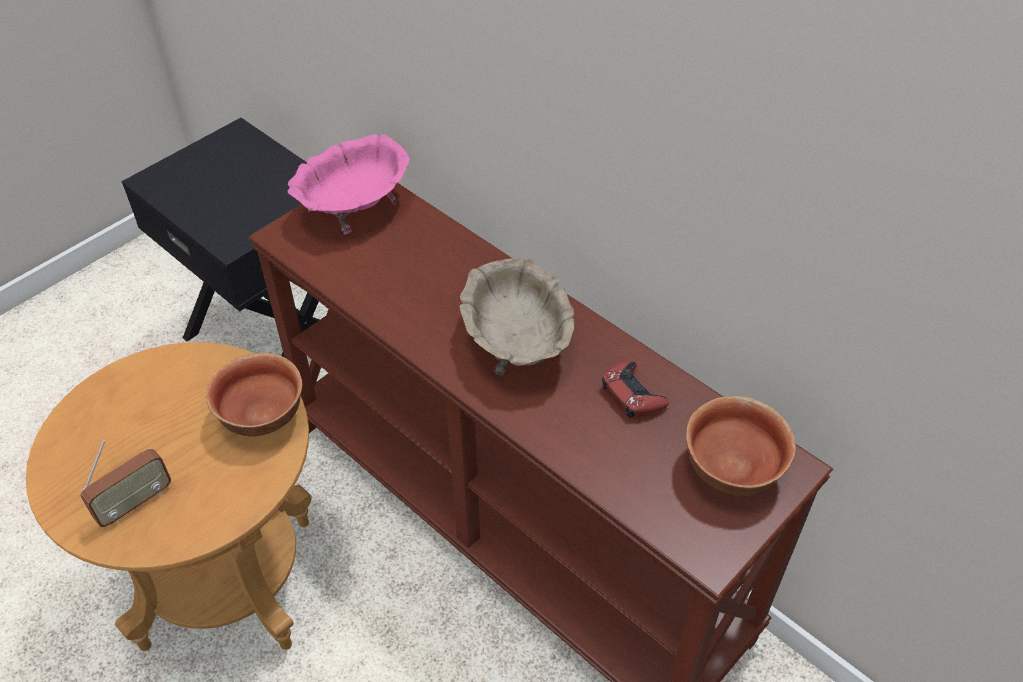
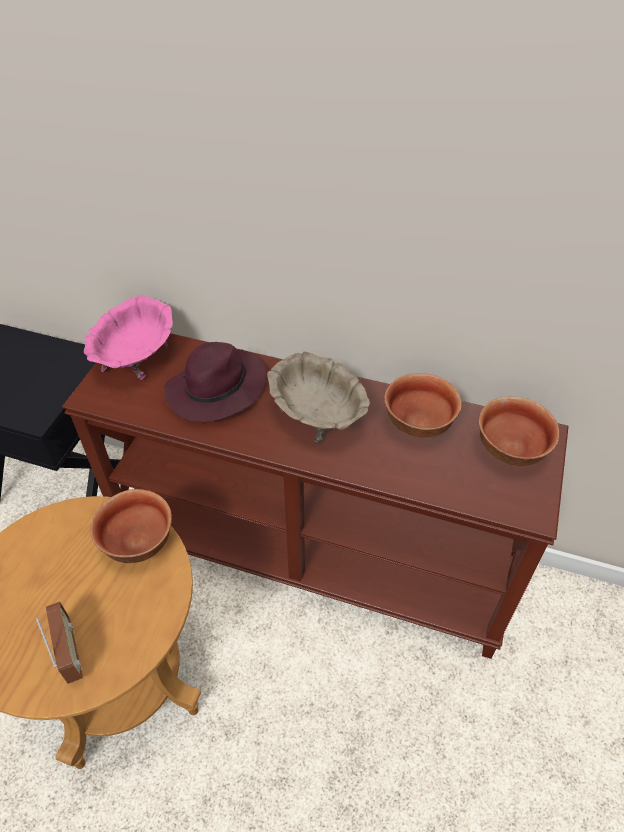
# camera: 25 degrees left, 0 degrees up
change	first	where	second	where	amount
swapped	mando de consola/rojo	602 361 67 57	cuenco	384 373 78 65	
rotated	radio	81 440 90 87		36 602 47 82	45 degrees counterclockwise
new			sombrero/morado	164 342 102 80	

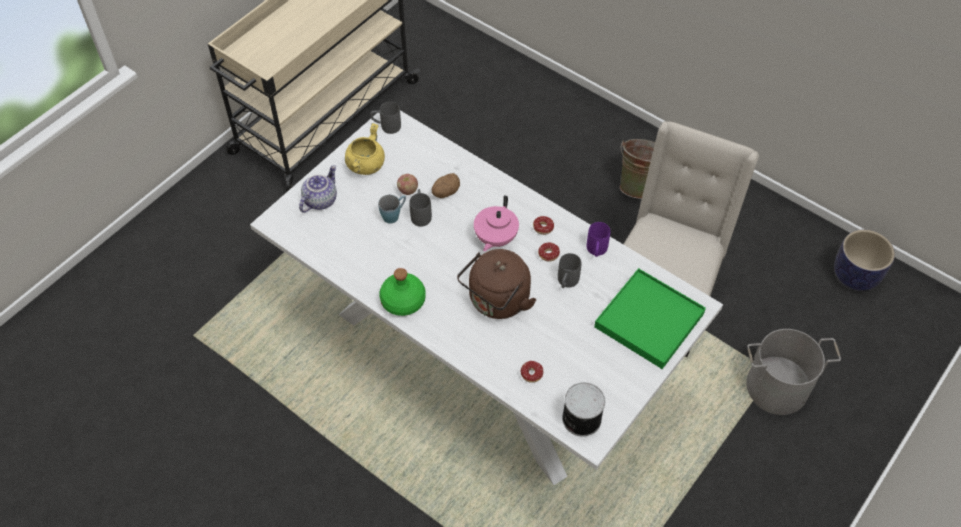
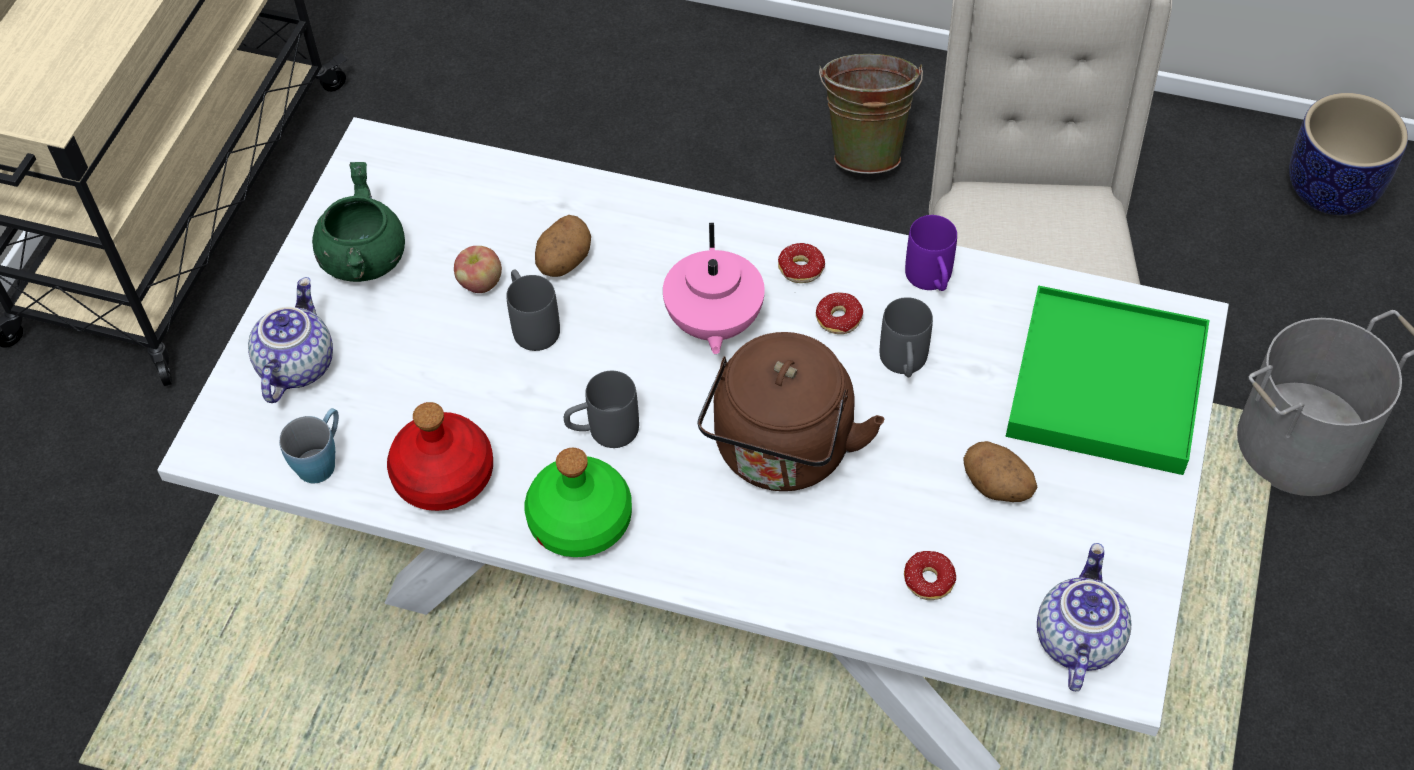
# camera: 20 degrees left, 0 degrees up
change	first	where	second	where	amount
shifted	taza grande/gris	370 102 31 32		564 371 75 77	
repainted	olla/amarillo	345 123 40 52	olla/verde	312 162 93 120	
shifted	taza grande/azul	378 195 28 28		279 408 60 75	
swapped	lata	562 382 43 55	tetera	1037 543 94 148	
new			botella/rojo	387 402 106 109	
new			patata	963 441 75 61	

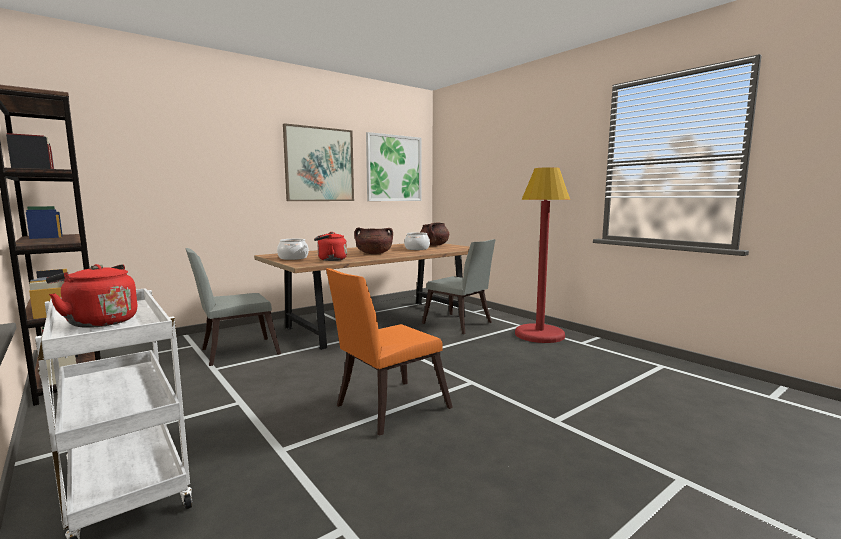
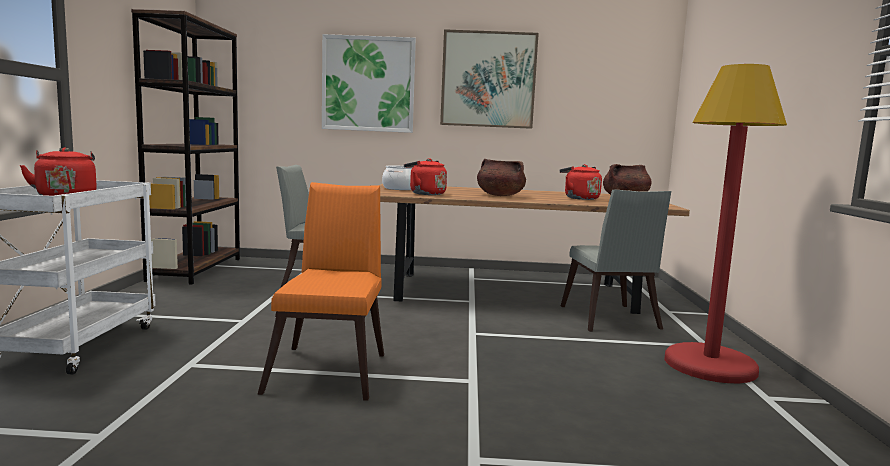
# camera: 40 degrees right, 0 degrees up
change	first	where	second	where	amount
shifted	cuadro	366 132 55 69		322 34 94 99	
swapped	olla	404 232 26 18	hervidor/rojo	560 164 42 36	
rotated	silla/naranja	326 268 127 168		258 182 126 219	90 degrees clockwise

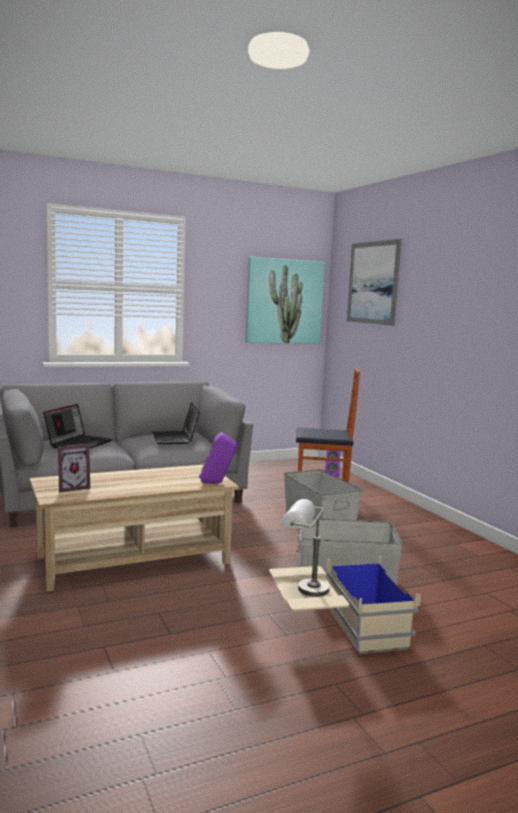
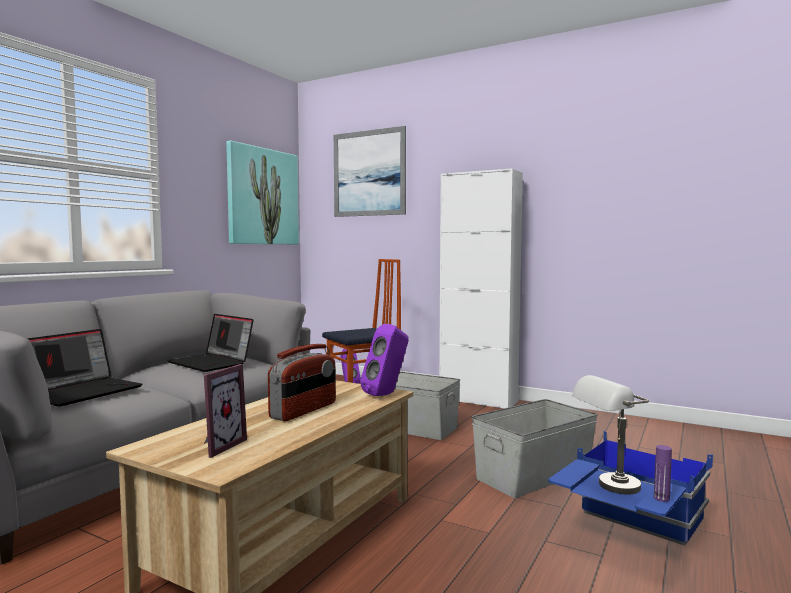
# camera: 35 degrees left, 5 degrees down
change	first	where	second	where	amount
rotated	portátil	43 404 69 44		27 329 115 78	45 degrees clockwise
repainted	caja de almacenaje/beis	269 556 152 98	caja de almacenaje/azul	548 431 165 115	
new			armario/blanco	439 168 84 240	
new			radio	268 344 68 77	
new			botella/morado	654 445 18 57	

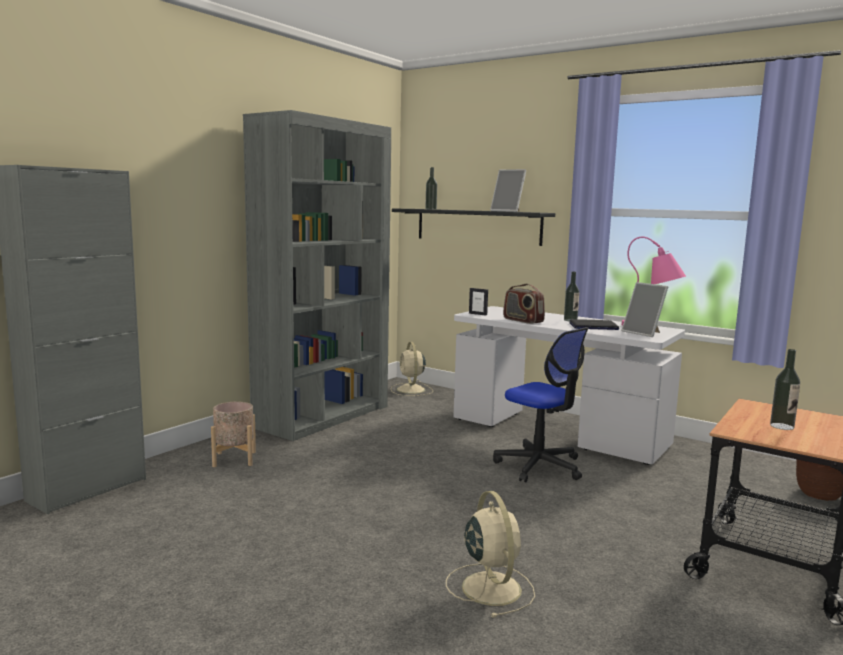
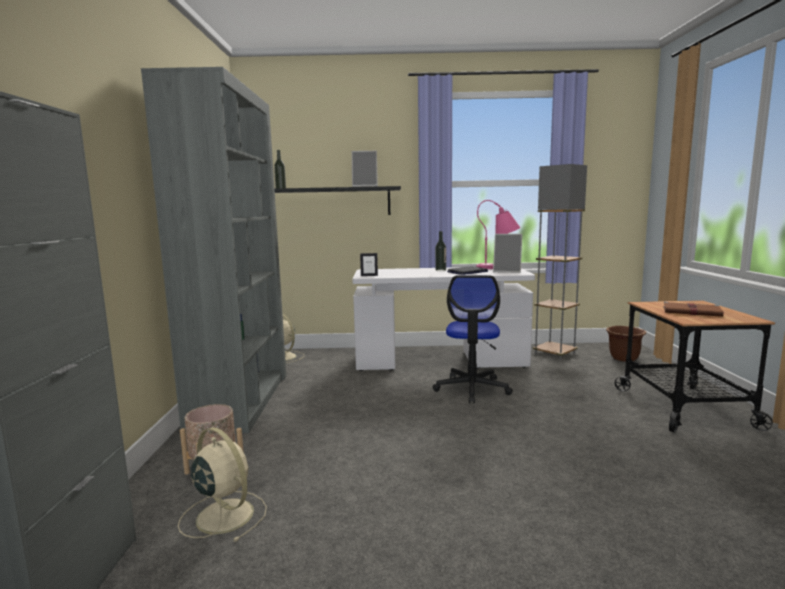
# camera: 35 degrees left, 0 degrees up
change	first	where	second	where	amount
gone	radio	503 284 42 40			
rotated	silla de oficina	493 327 95 155		433 275 80 128	90 degrees clockwise
swapped	botella	770 349 30 81	libro/marrón	663 302 61 15	
shifted	ventilador/beis	446 491 89 127		178 427 89 115	
new			lámpara de pie/gris	533 164 54 196	

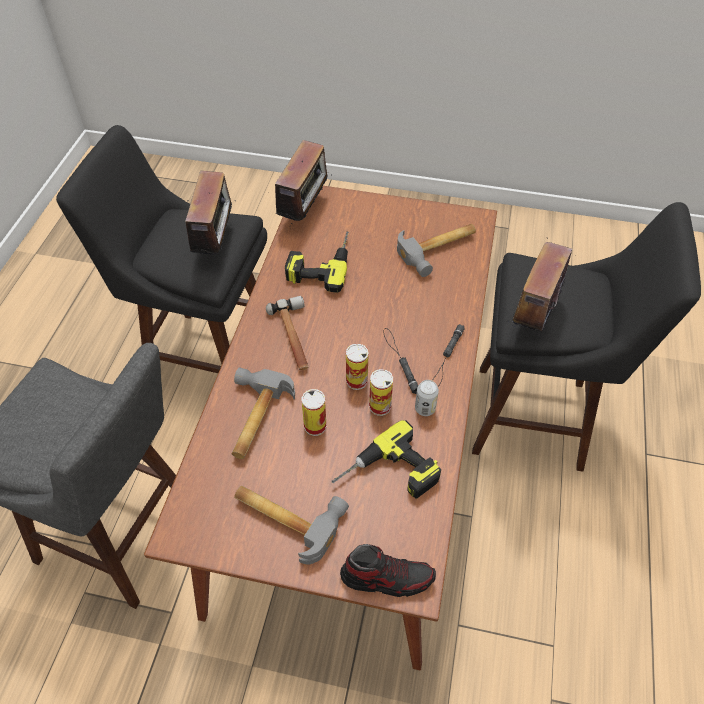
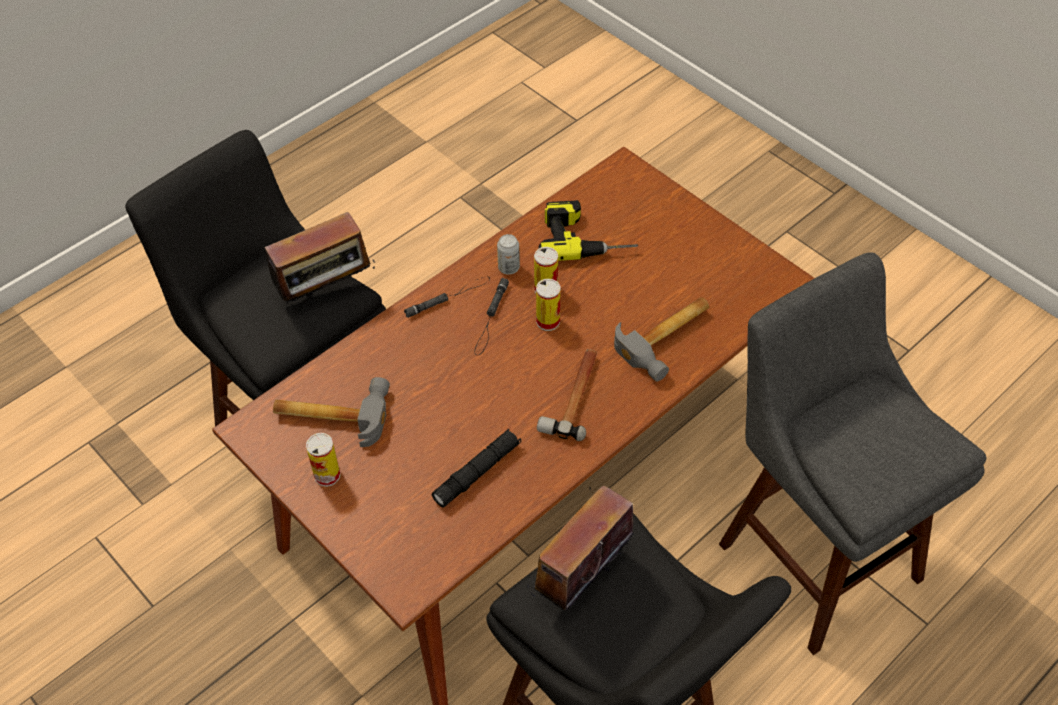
# camera: 145 degrees left, 0 degrees up
change	first	where	second	where	amount
gone	radio	275 140 57 89			
swapped	taladro	285 232 64 61	linterna/negro	432 429 89 79	
shifted	lata	302 389 25 47		306 433 35 54	
gone	martillo	234 486 115 79			
gone	zapato	340 544 96 53			

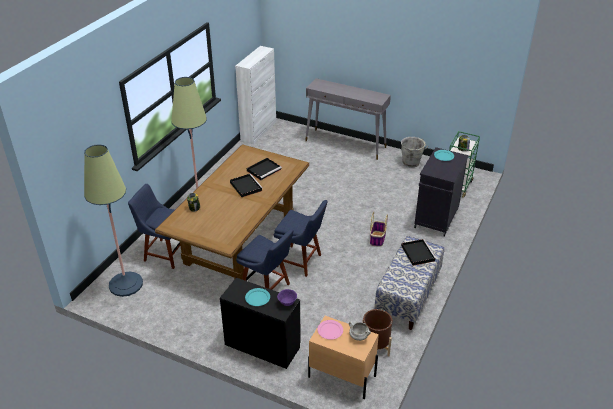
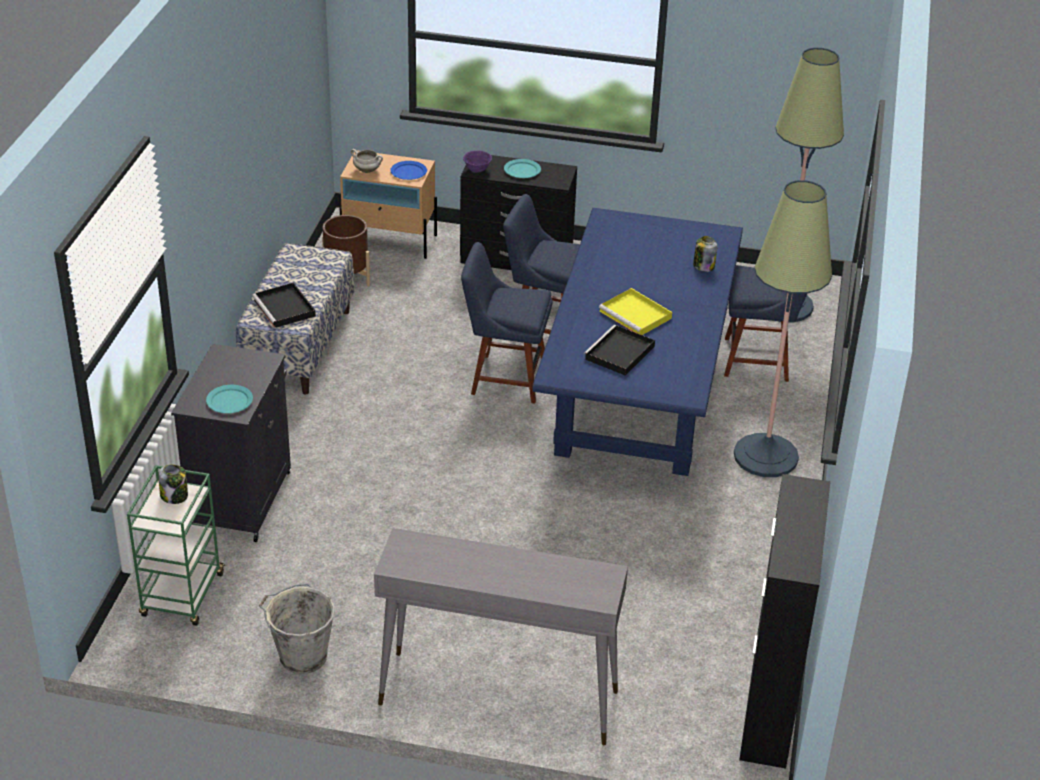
# camera: 165 degrees right, 0 degrees up
change	first	where	second	where	amount
repainted	armario/blanco	235 46 41 98	armario/negro	739 474 91 295	
repainted	mesa de comedor/marrón	155 144 154 136	mesa de comedor/azul	533 208 210 268	
repainted	bandeja/negro	230 174 33 23	bandeja/amarillo	599 288 73 47	
gone	cesta	370 212 18 35			
repainted	plato/rosa	317 320 26 20	plato/azul	390 161 37 19	

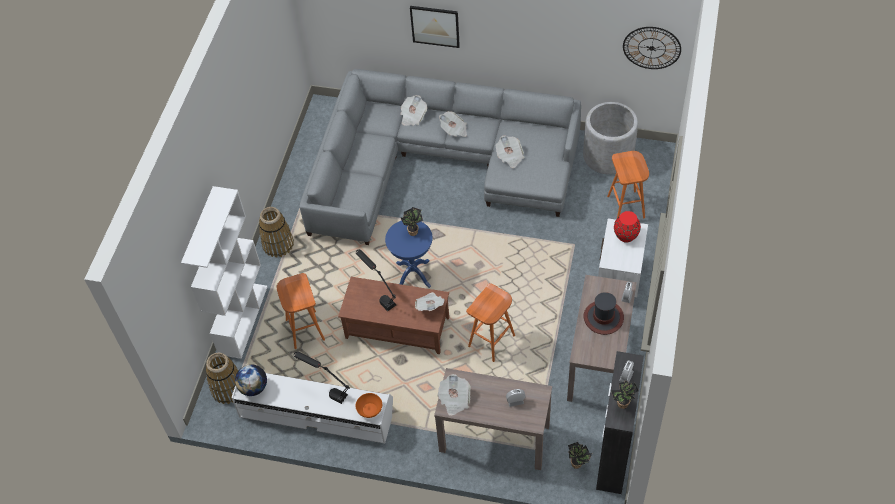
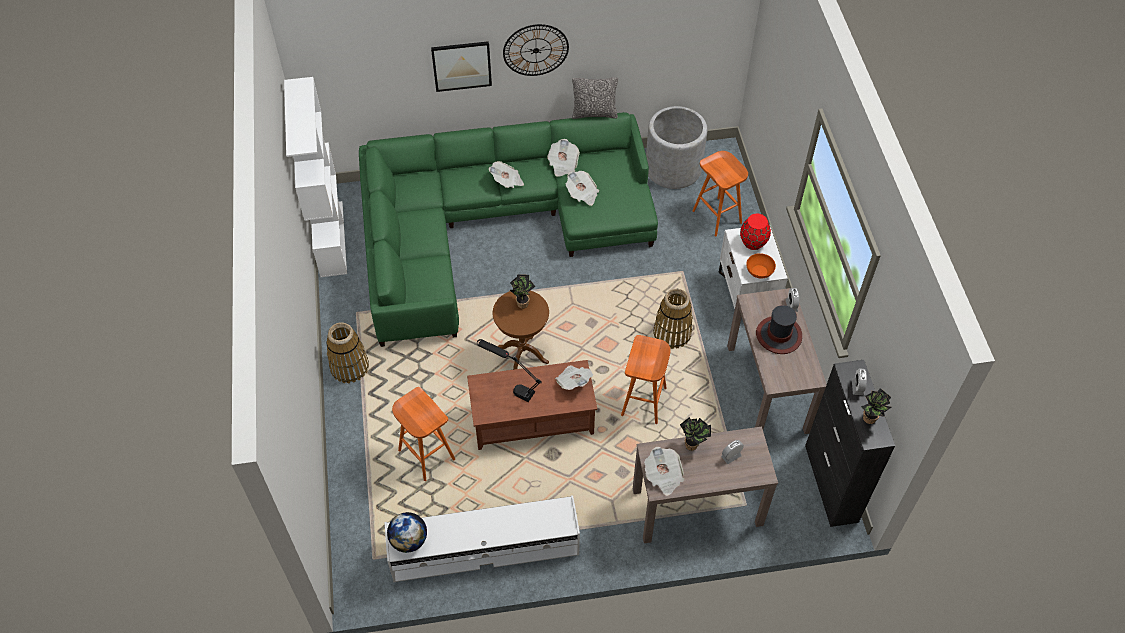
# camera: 25 degrees left, 0 degrees up
change	first	where	second	where	amount
shifted	reloj de pared	623 27 58 42		503 24 66 52	
repainted	sofá/gris	299 69 282 176	sofá/verde	359 112 299 235	
shifted	periódico	400 95 27 31		547 139 33 38	
shifted	estantería/blanco	181 186 87 173		284 77 63 200	
repainted	mesa auxiliar/azul	385 221 48 67	mesa auxiliar/marrón	493 291 56 79	
gone	lámpara de mesa/negro	294 351 56 53			
shifted	cesta	206 353 32 51		653 289 40 60	
shifted	cuenco/naranja	356 393 26 25		746 253 30 25	
shifted	planta en maceta	568 442 24 27		680 417 31 34	
new			cojín	572 77 46 42	

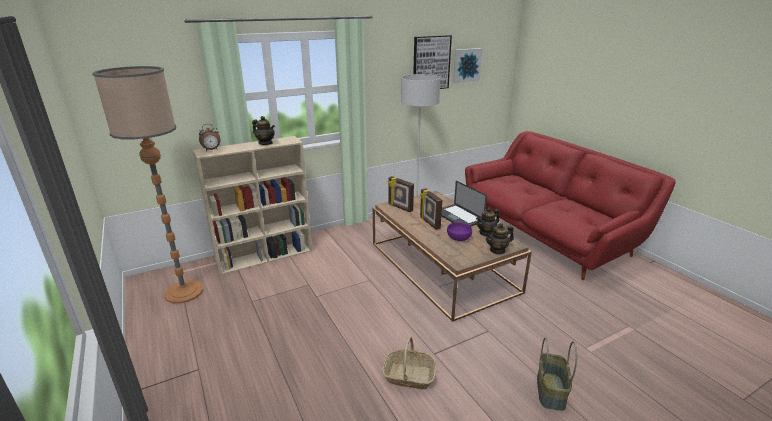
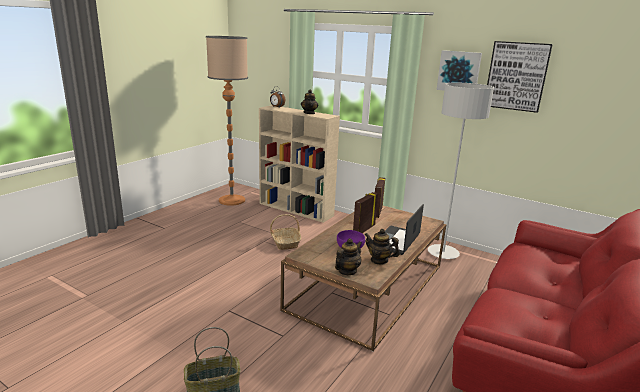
# camera: 60 degrees right, 5 degrees down
change	first	where	second	where	amount
shifted	cuadro	453 48 30 35		437 50 45 41	
rotated	tetera	485 223 29 31		335 238 27 37	90 degrees clockwise
shifted	cesta	382 336 54 54		270 214 31 36	

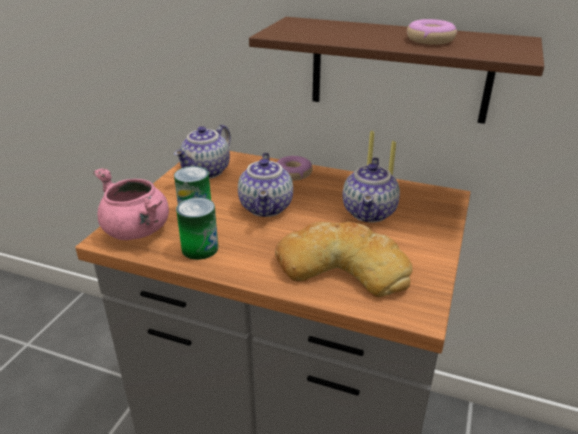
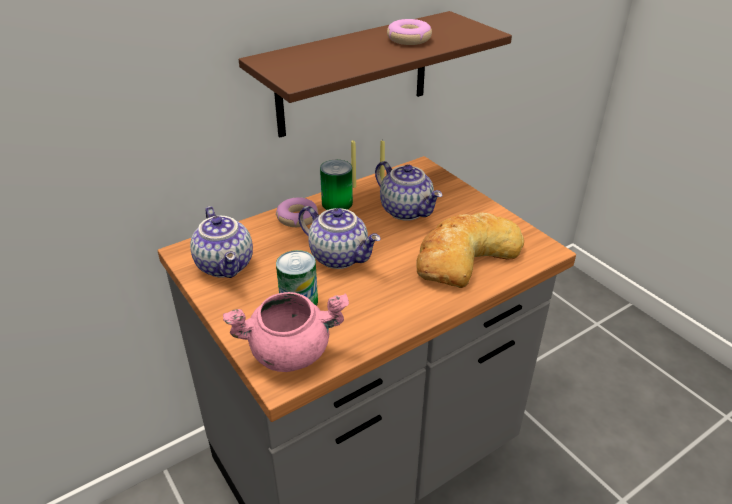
# camera: 55 degrees left, 5 degrees up
change	first	where	second	where	amount
shifted	lata	176 198 42 62		320 160 33 50	

